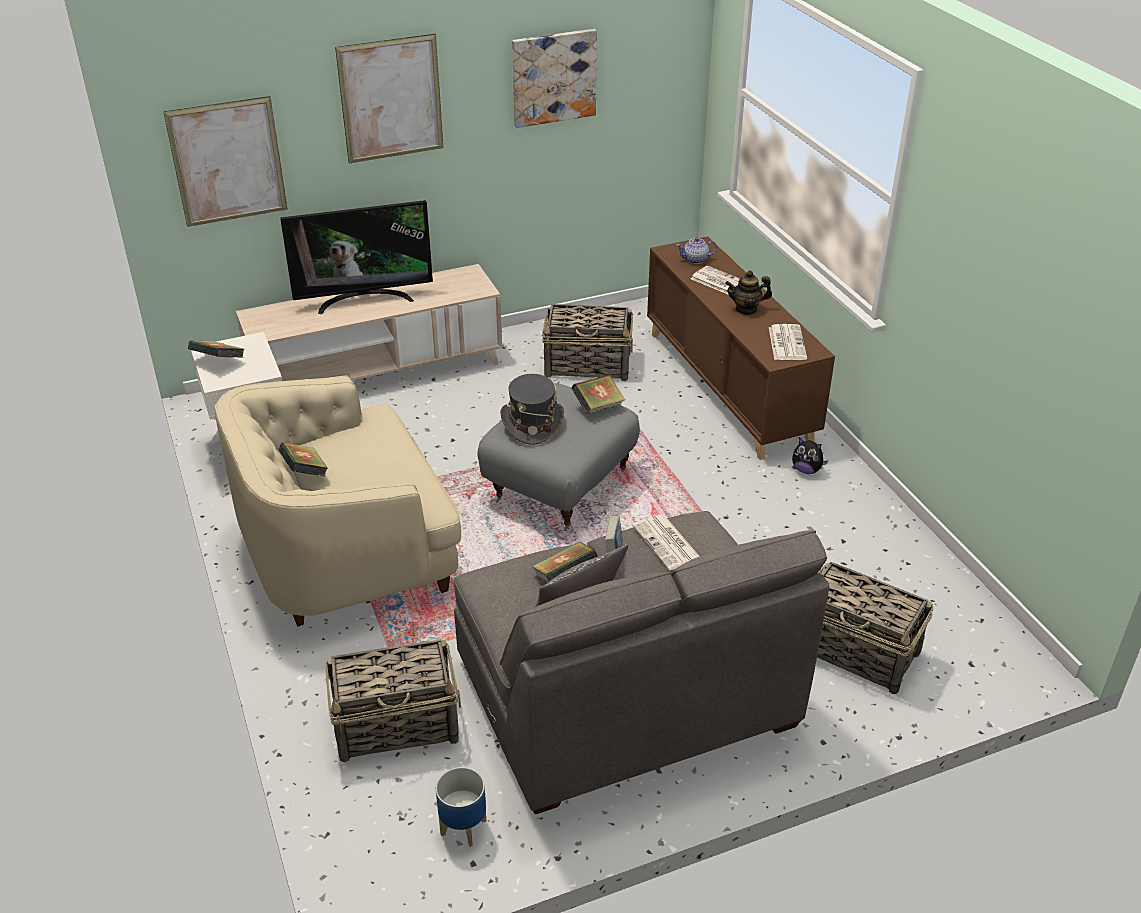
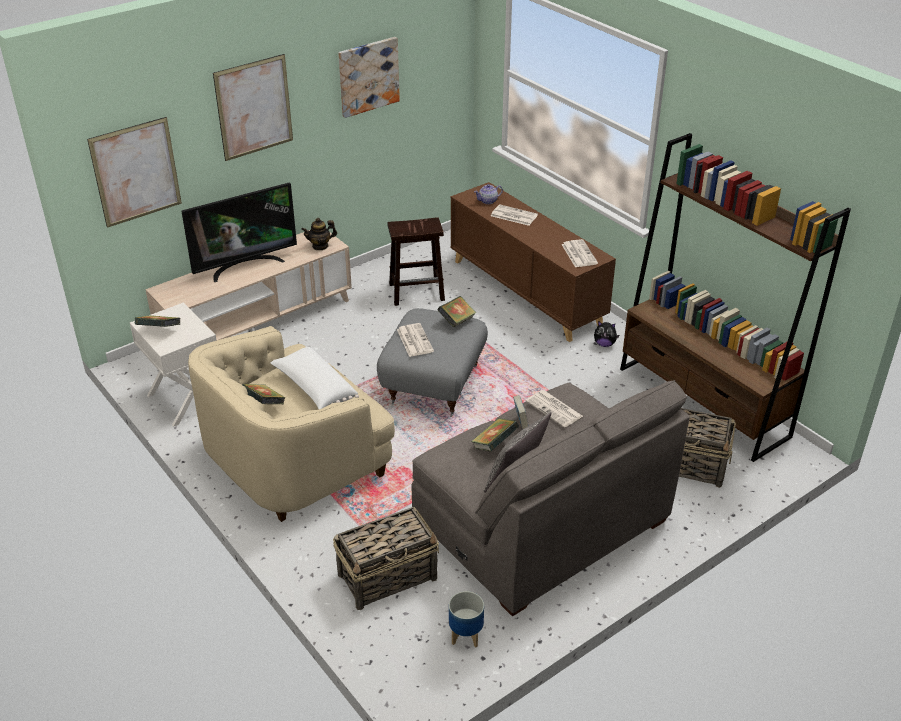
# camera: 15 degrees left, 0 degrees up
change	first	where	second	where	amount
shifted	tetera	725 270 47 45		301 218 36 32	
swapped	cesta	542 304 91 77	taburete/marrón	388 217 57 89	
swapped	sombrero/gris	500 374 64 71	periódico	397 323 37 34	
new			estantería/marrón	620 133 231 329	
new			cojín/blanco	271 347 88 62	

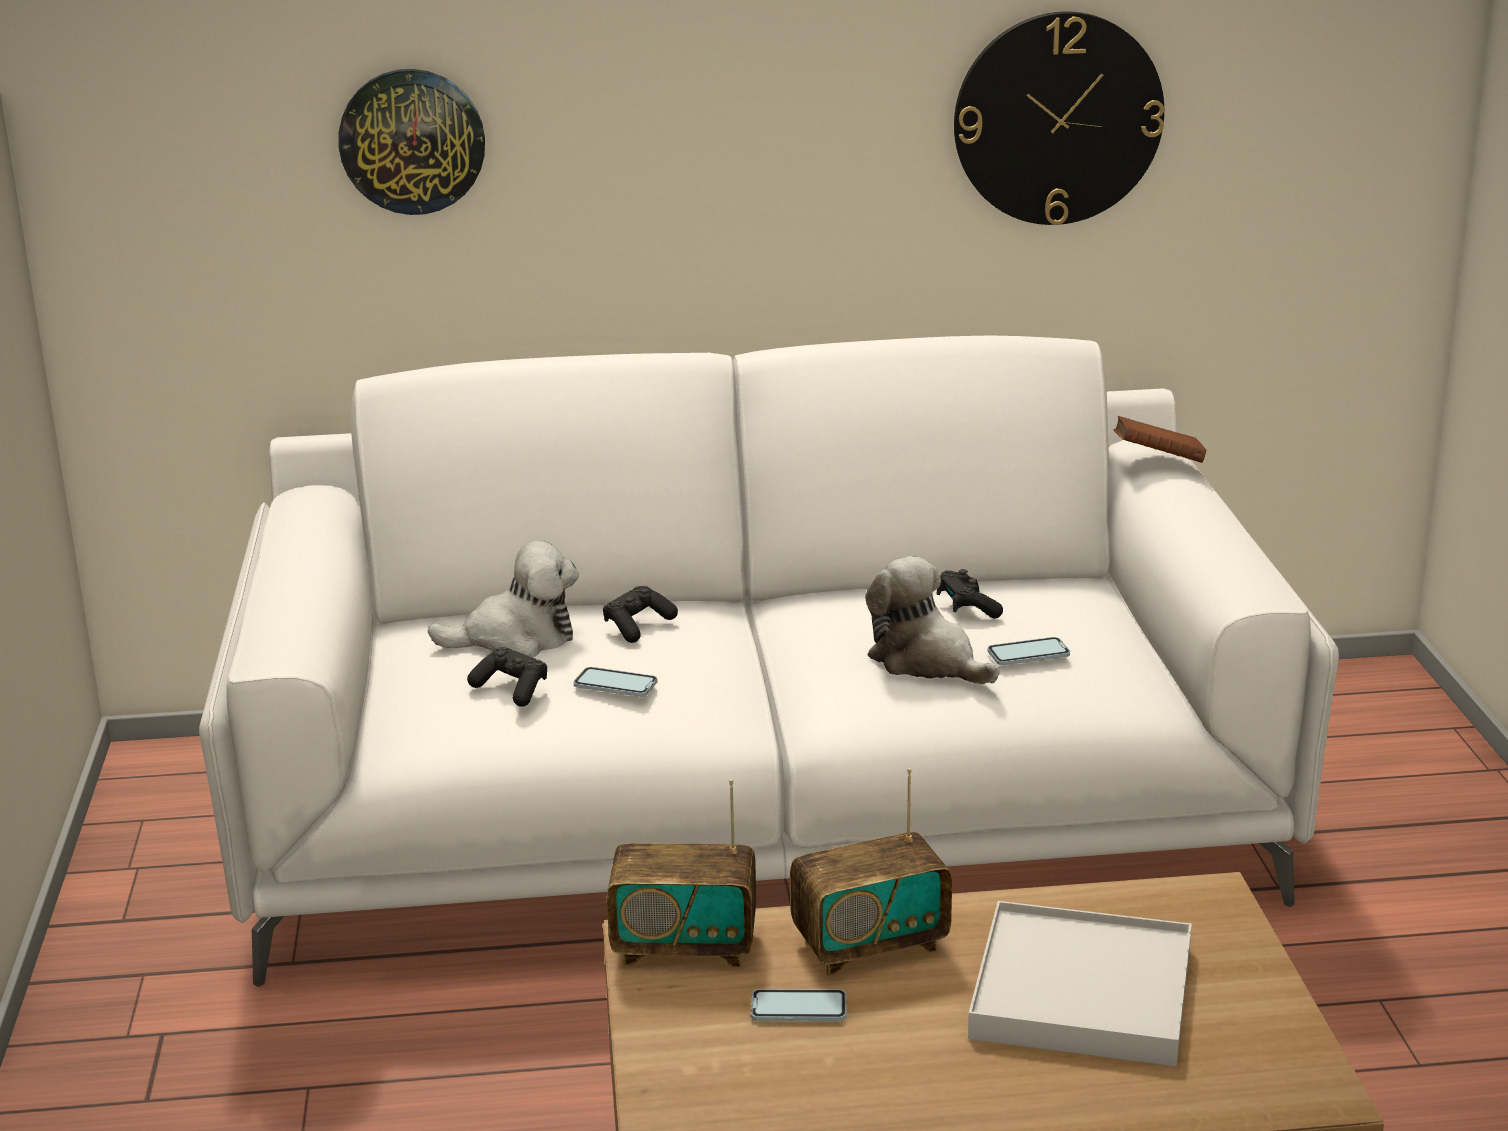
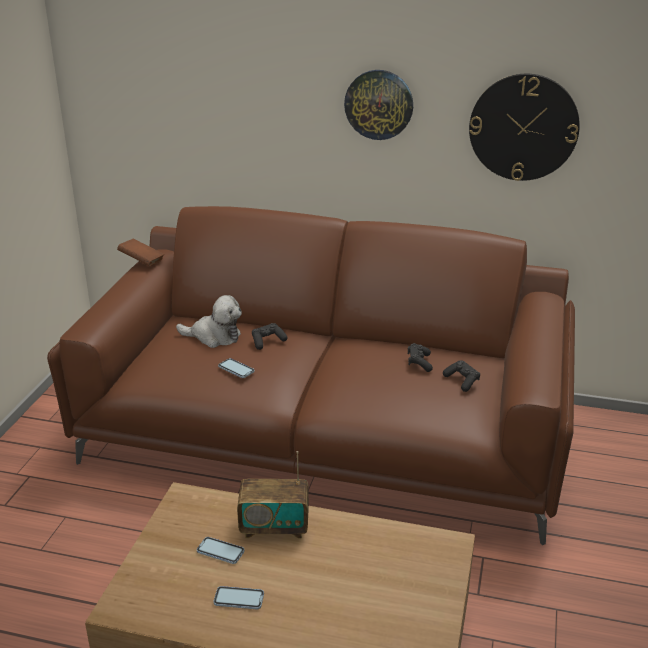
# camera: 20 degrees right, 5 degrees up
change	first	where	second	where	amount
shifted	reloj de pared	338 69 147 146		344 70 69 70	
repainted	sofá/blanco	199 335 1140 652	sofá/marrón	47 206 528 339	
shifted	libro/marrón	1114 416 92 47		117 239 47 27	
gone	peluche	865 556 134 128			
shifted	móvil	987 637 83 28		213 586 51 23	
shifted	mando de consola/negro	467 647 80 60		443 360 37 32	
gone	radio	607 779 149 188			
gone	bandeja/blanco	968 901 224 166			

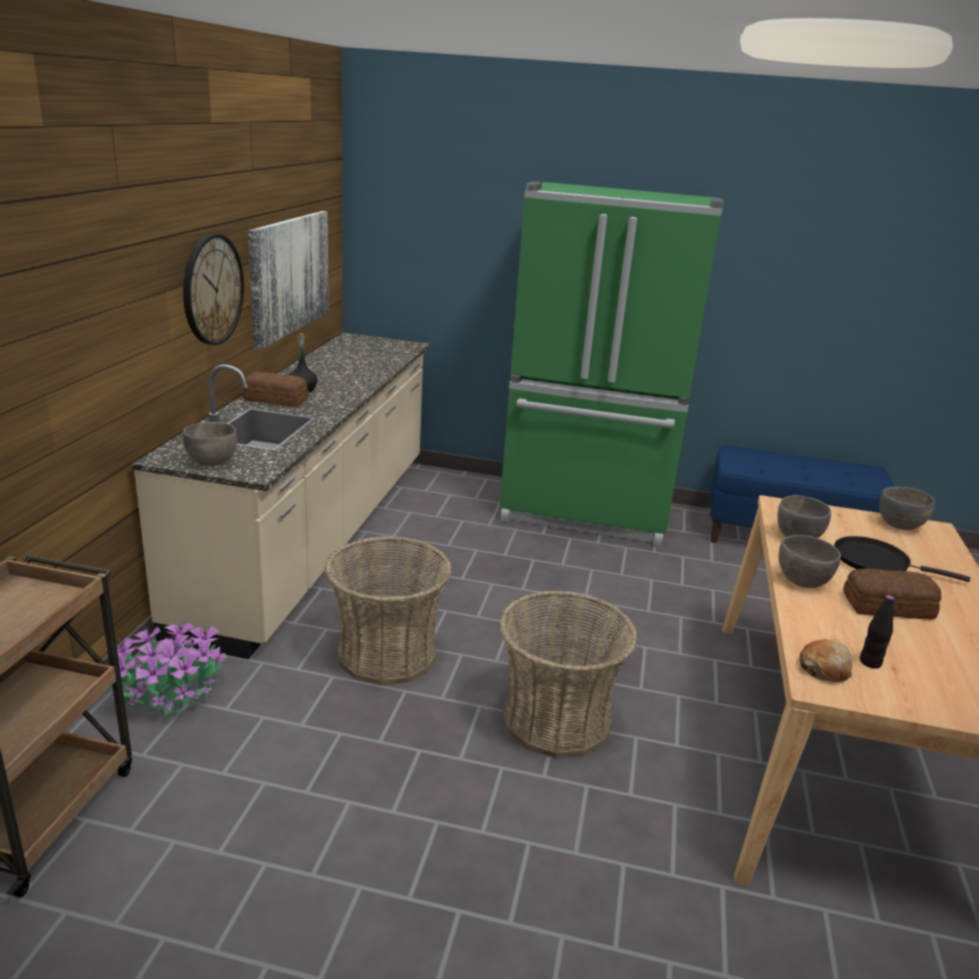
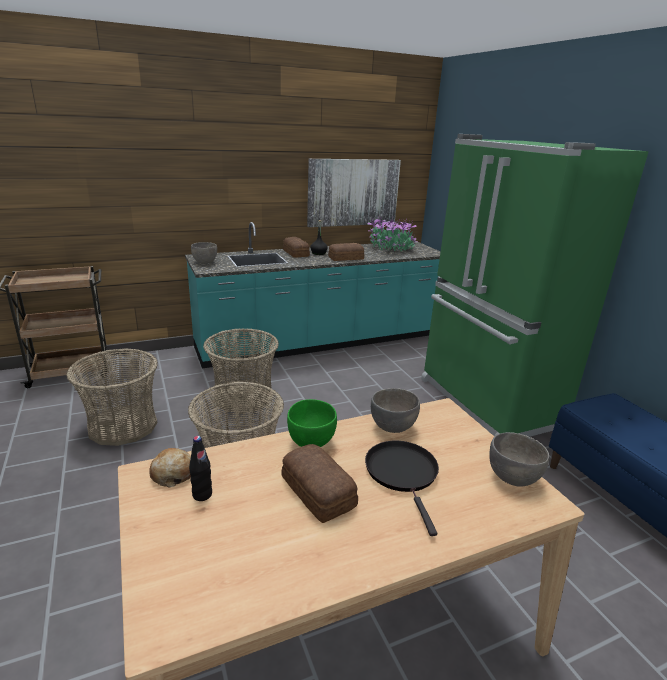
# camera: 55 degrees right, 0 degrees up
change	first	where	second	where	amount
gone	reloj de pared	183 234 61 111			
repainted	mueble bajo de cocina/beis	132 333 298 326	mueble bajo de cocina/turquesa	185 222 256 146	
repainted	cuenco/gris	779 535 62 53	cuenco/verde	287 399 50 48	
shifted	planta en maceta	106 619 122 100		367 216 51 35	
new			pan	328 243 36 18	
new			cesta	66 348 92 98	

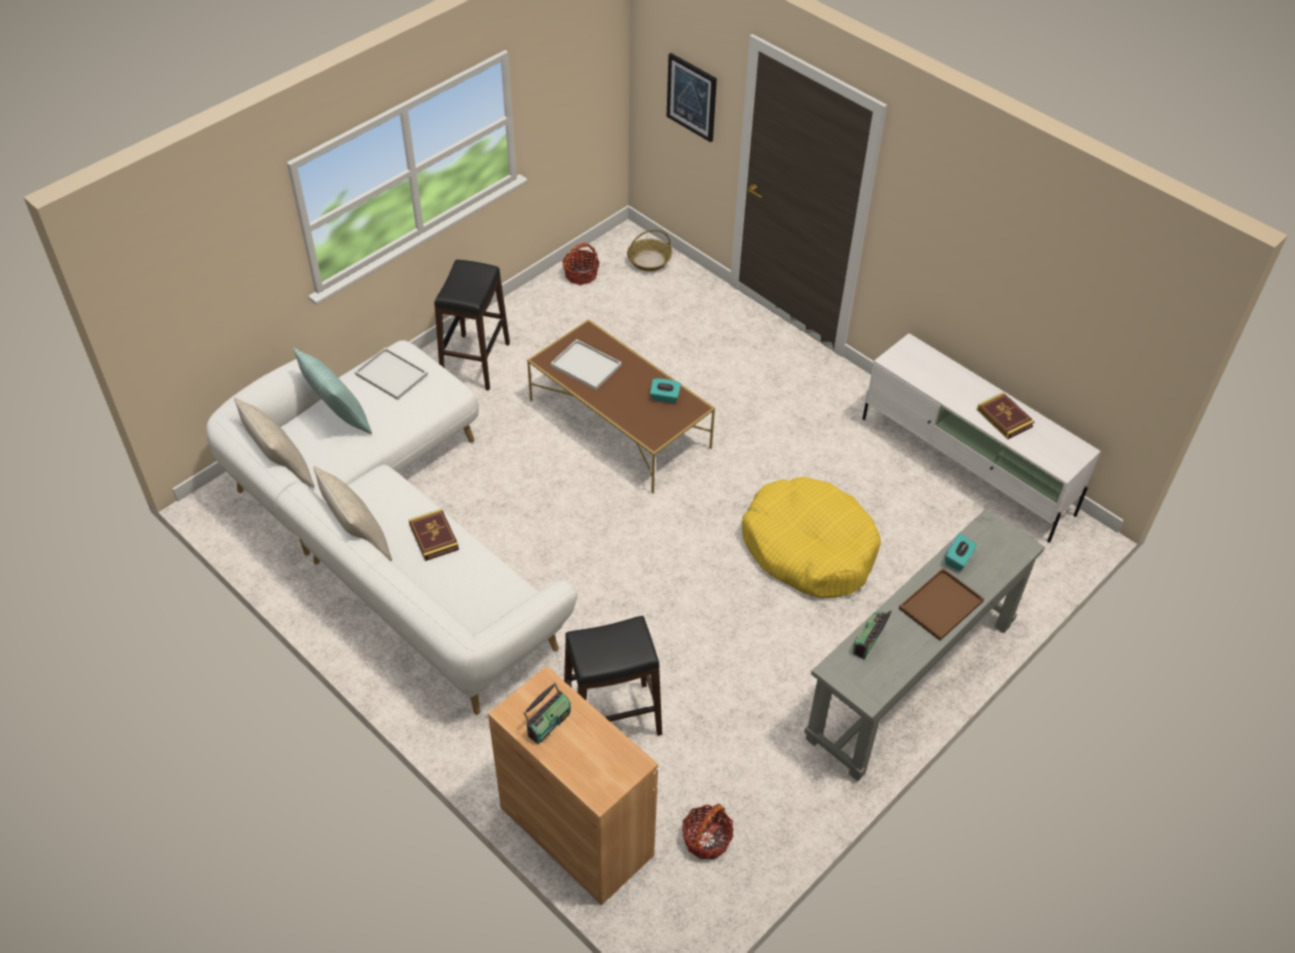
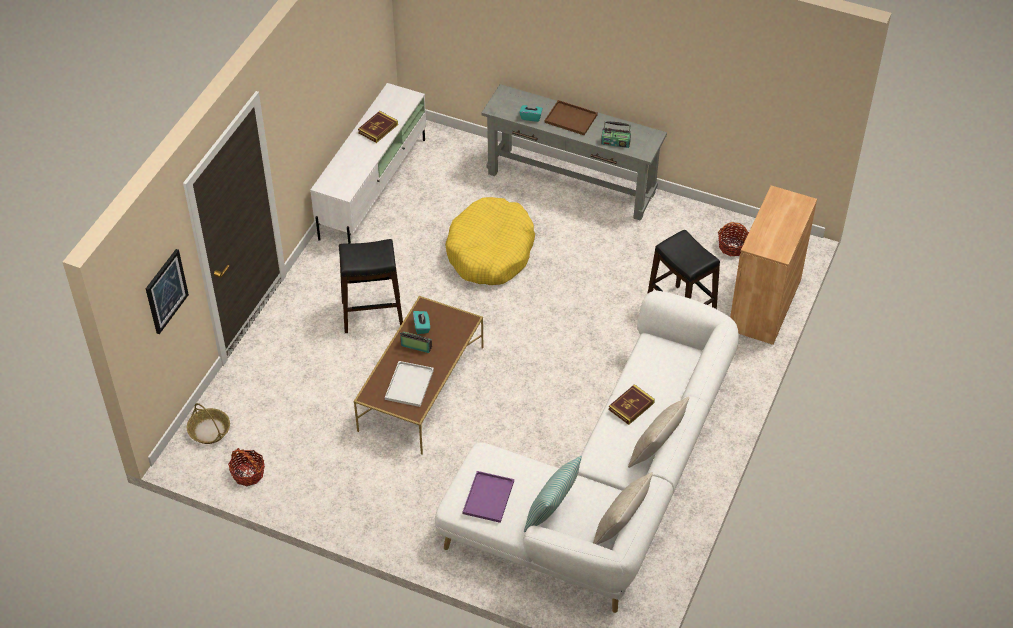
# camera: 110 degrees left, 0 degrees up
change	first	where	second	where	amount
shifted	taburete/negro	434 260 76 131		339 239 64 94	
repainted	bandeja/blanco	355 348 73 52	bandeja/morado	463 471 51 52	
shifted	radio	524 682 47 63		400 332 32 21	

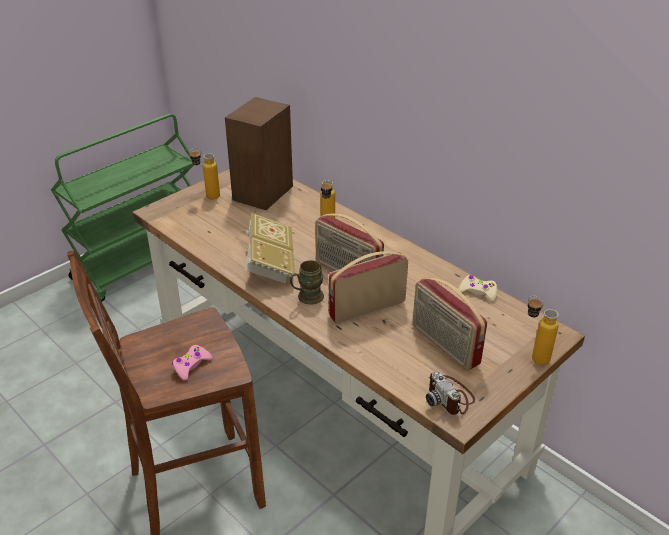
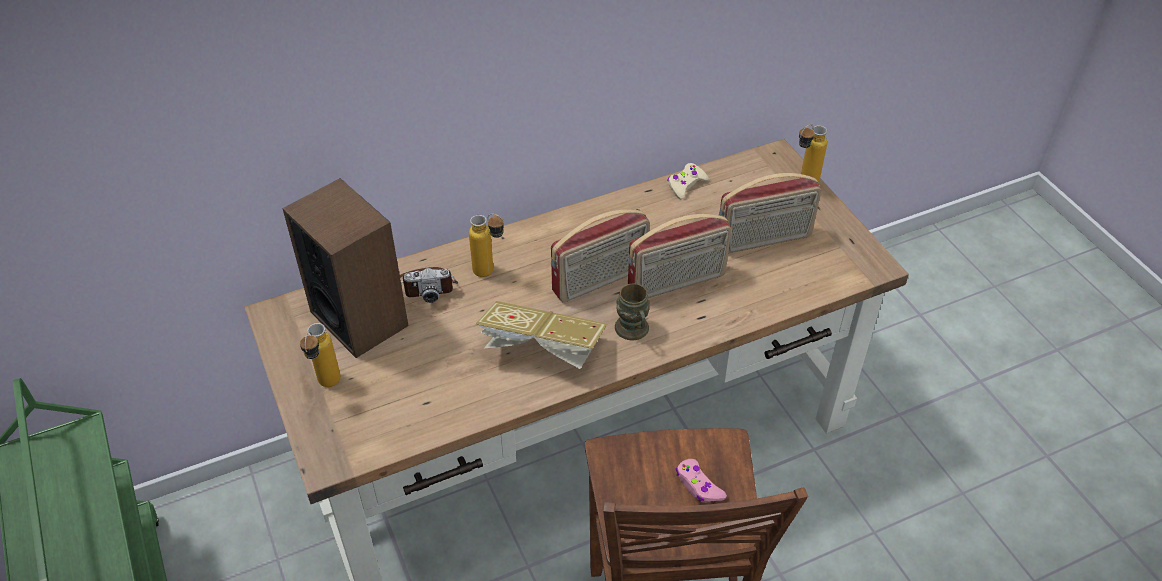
# camera: 70 degrees left, 10 degrees up
change	first	where	second	where	amount
rotated	radio	329 251 79 73		628 214 104 84	105 degrees counterclockwise
shifted	cámara	426 371 49 44		400 267 58 36	

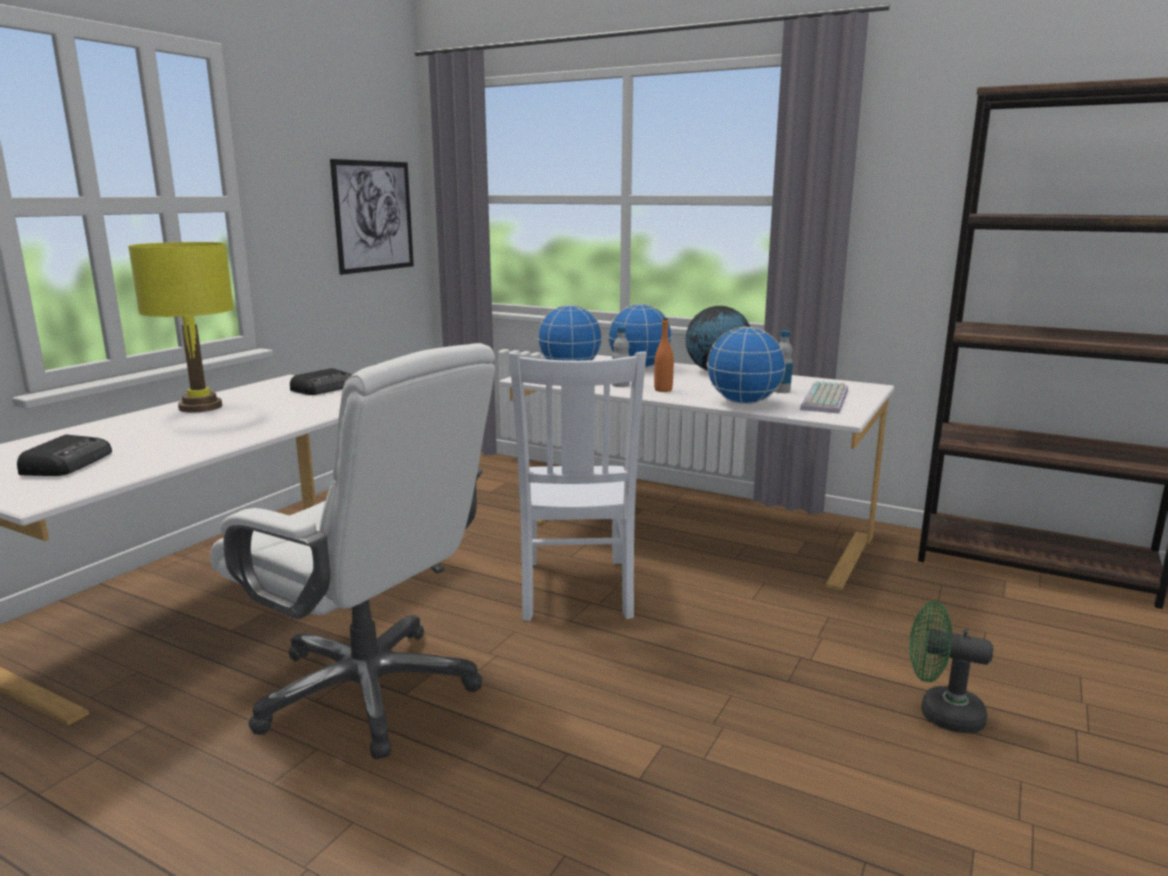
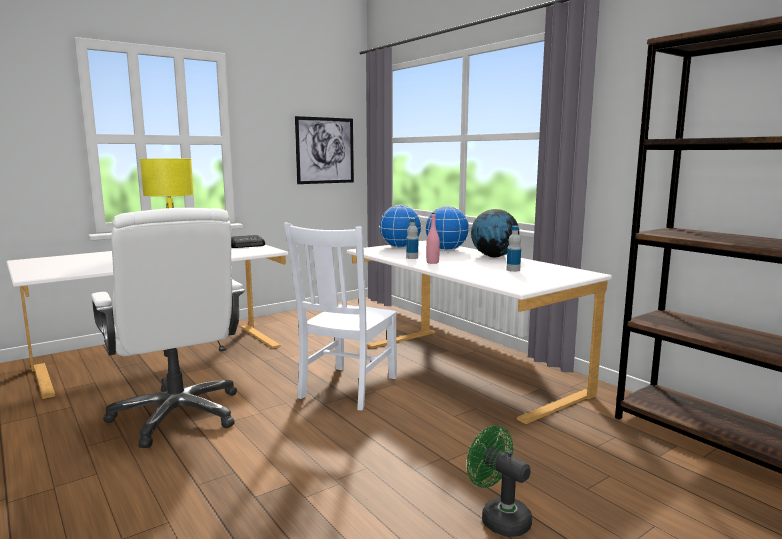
# camera: 25 degrees right, 5 degrees down
change	first	where	second	where	amount
repainted	botella/naranja	654 318 20 74	botella/rosa	426 213 14 51	
gone	globo terráqueo	707 327 79 77			
gone	teclado	800 381 48 33			
gone	radio	17 435 95 41			

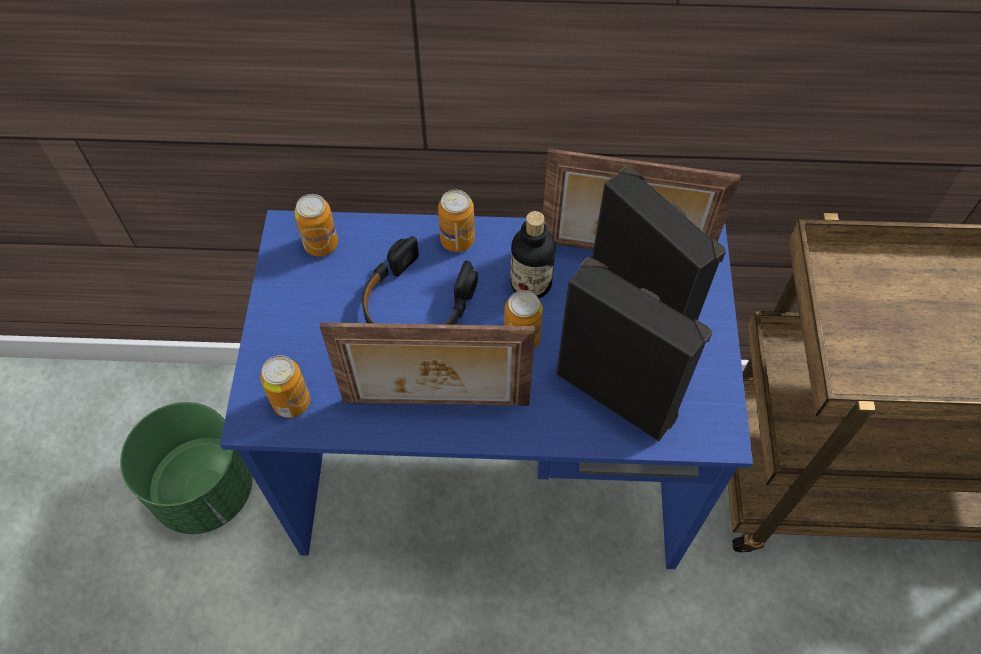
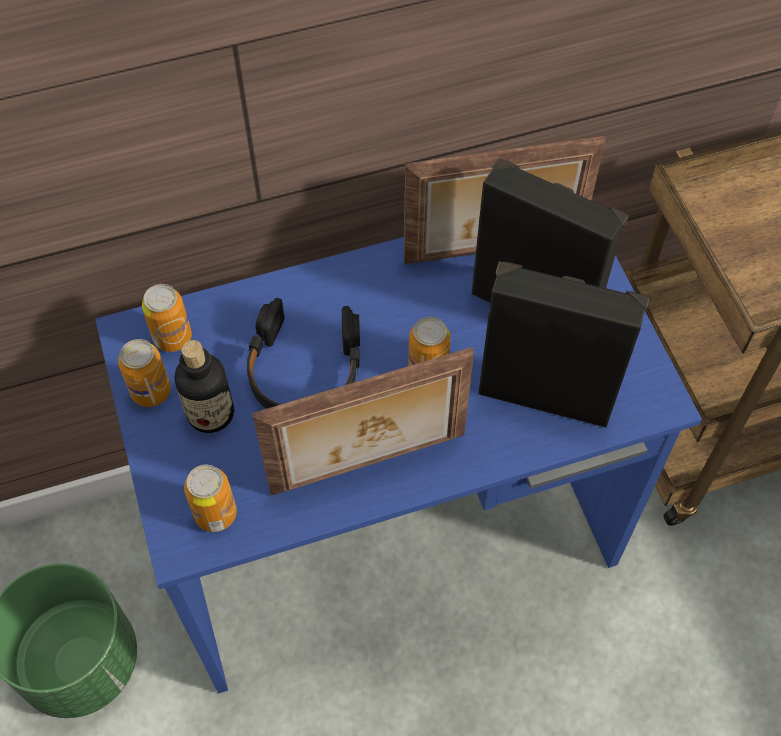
# camera: 20 degrees left, 0 degrees up
change	first	where	second	where	amount
shifted	lata	438 190 37 62		118 339 53 68	
shifted	botella	510 211 45 88		174 340 61 93	

